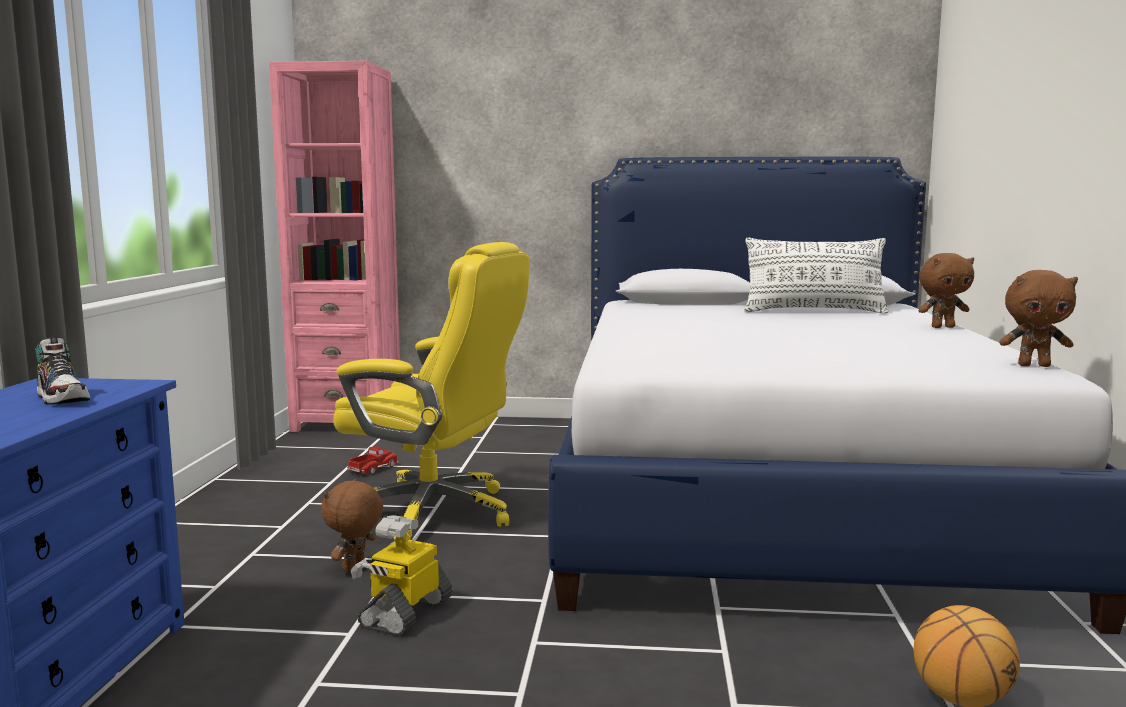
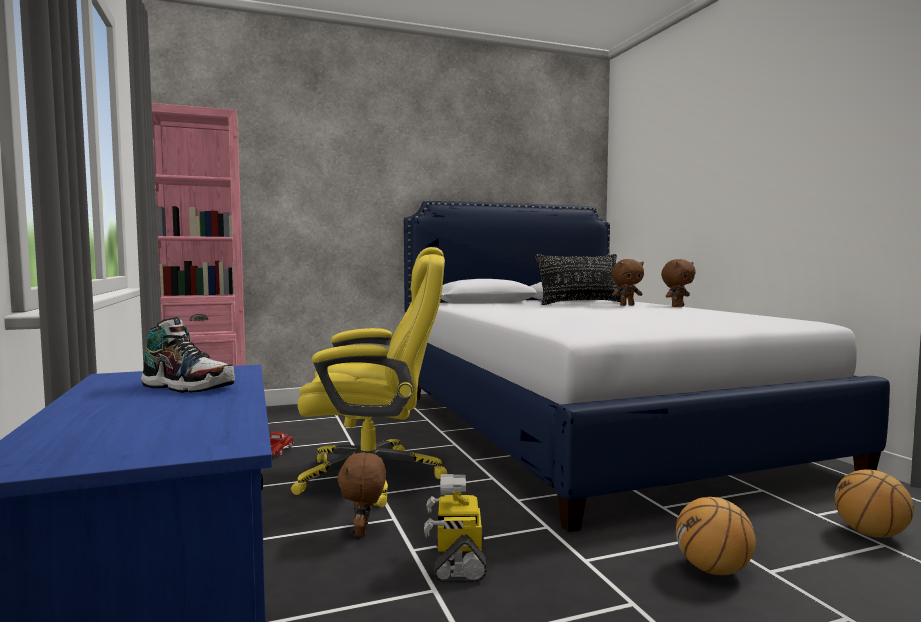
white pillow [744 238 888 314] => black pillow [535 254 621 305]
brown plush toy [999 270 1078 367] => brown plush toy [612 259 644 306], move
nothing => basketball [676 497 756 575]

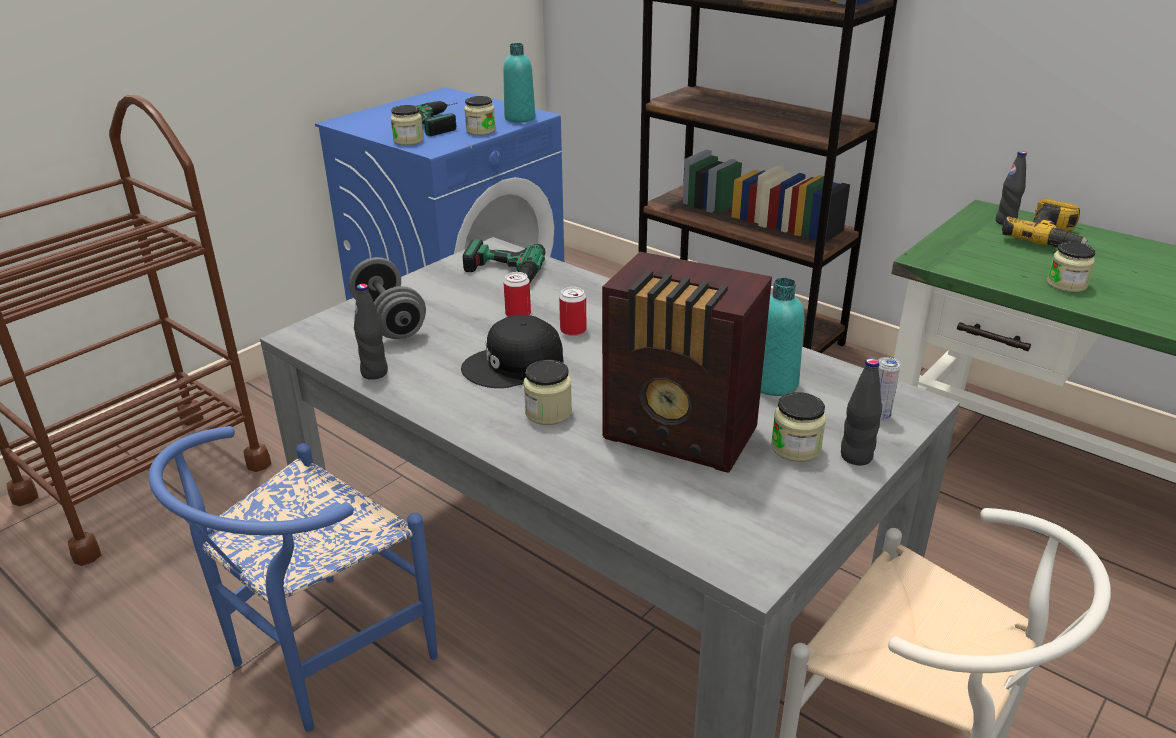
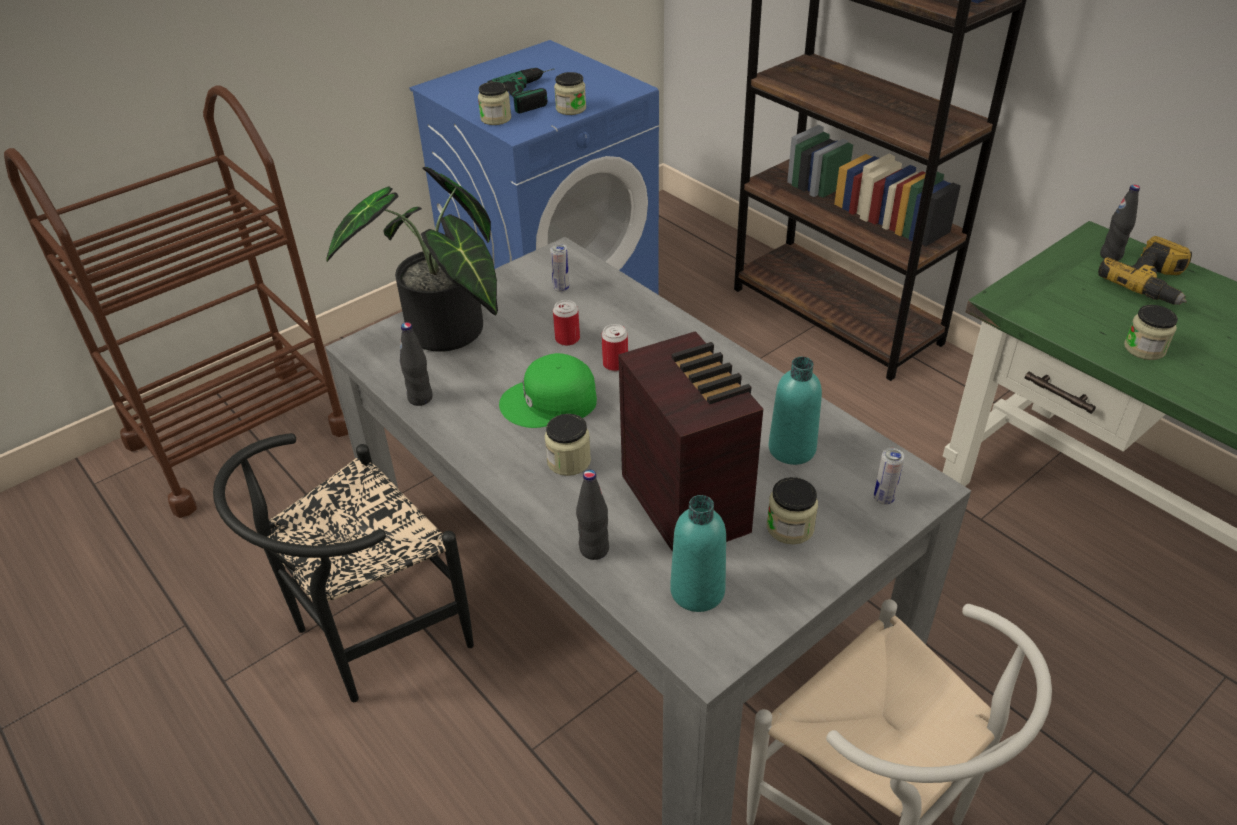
blue chair [149 426 437 732] => black chair [213 433 474 702]
grey dumbbell [349 257 426 339] => potted plant [326 167 498 352]
black cap [461 315 564 388] => green cap [499 353 597 428]
power drill [462 239 545 282] => can [550 244 569 292]
black bottle [841 358 882 466] => black bottle [576 470 609 560], move
radio [602 252 772 473] => radio [618 331 763 552], 150 degrees counterclockwise
turquoise bottle [503 43 535 123] => turquoise bottle [670 495 726 612], move

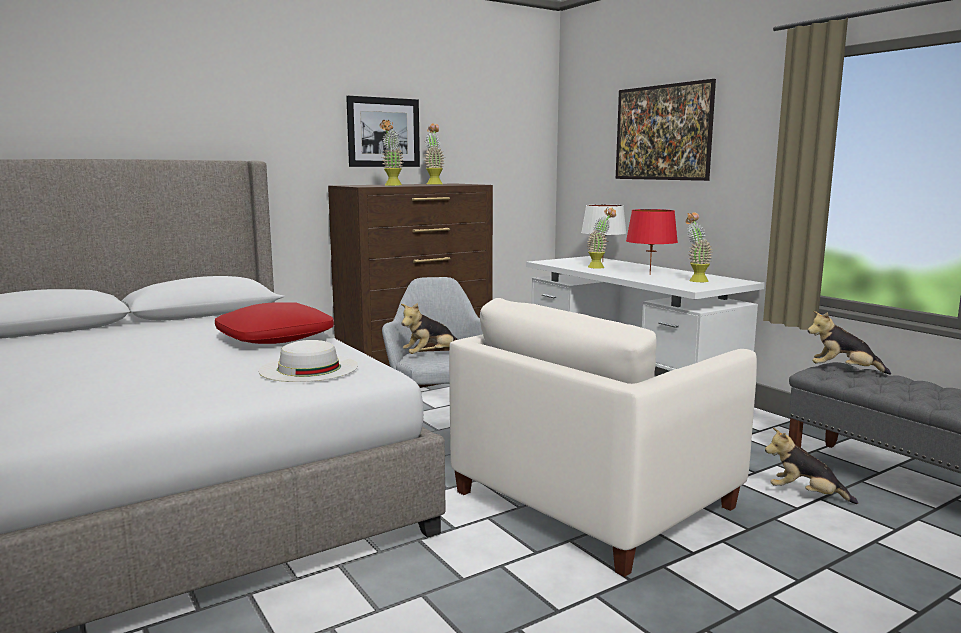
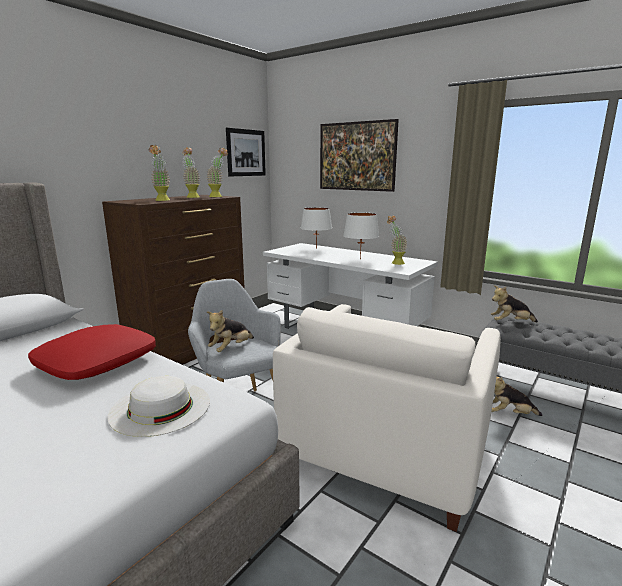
potted plant [587 207 616 269] => potted plant [206 148 228 197], move
picture [346 96 420 167] => picture [226 128 266 176], move
red table lamp [626 209 678 274] => white table lamp [343 212 379 259]

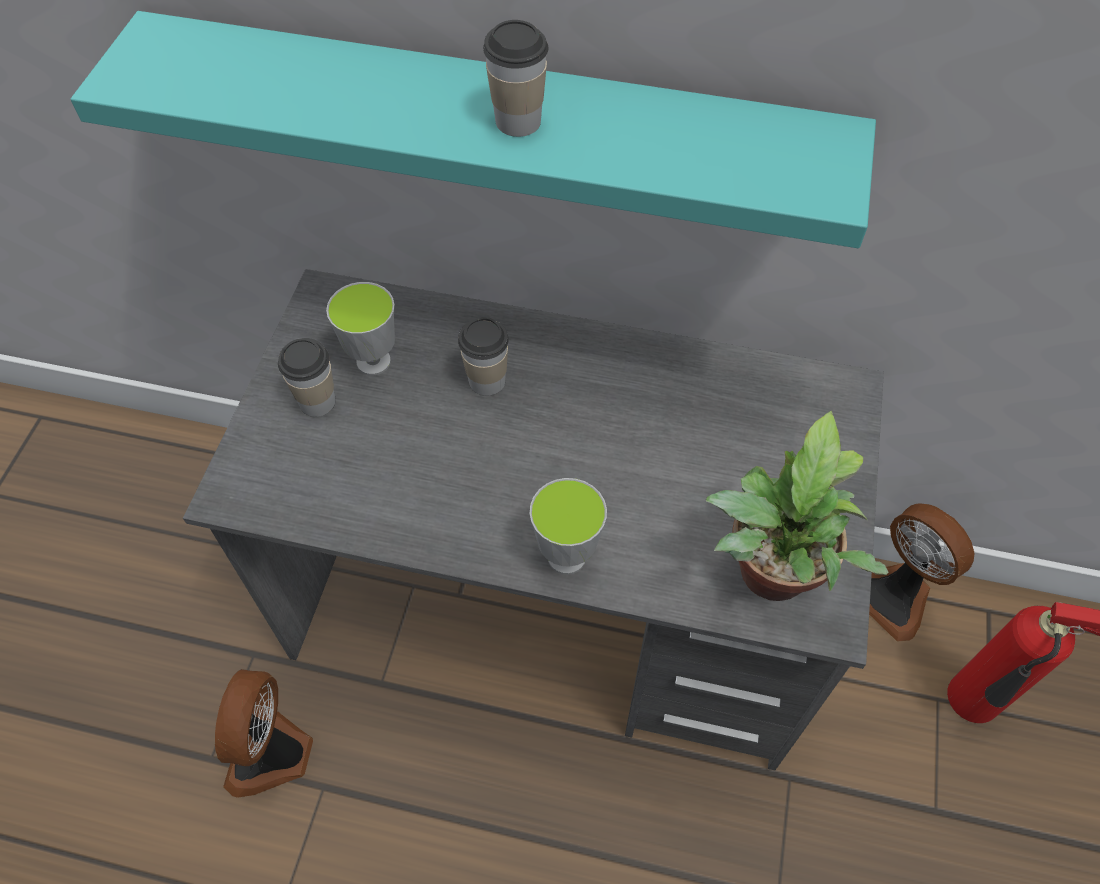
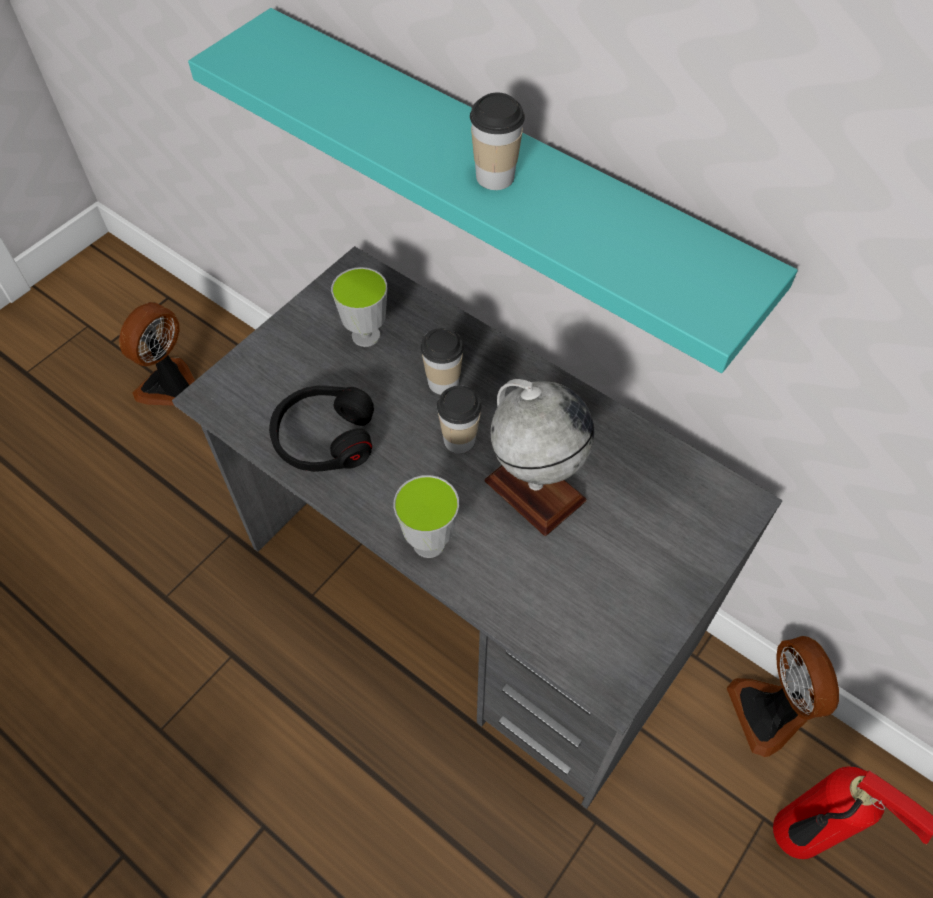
fan [215 669 313 798] => fan [119 302 195 406], move
nothing => black headphones [269 385 374 472]
cup [278 338 336 417] => cup [437 385 482 454], move
nothing => globe [485 379 594 536]
potted plant [706 411 889 601] => nothing

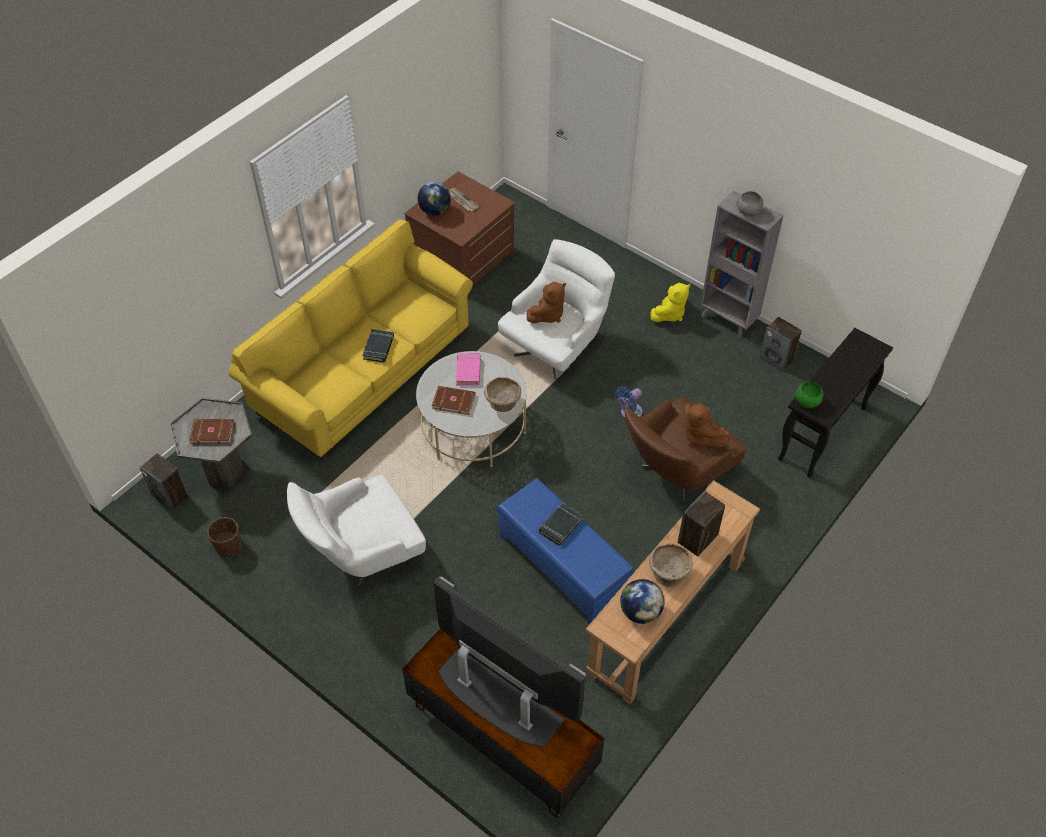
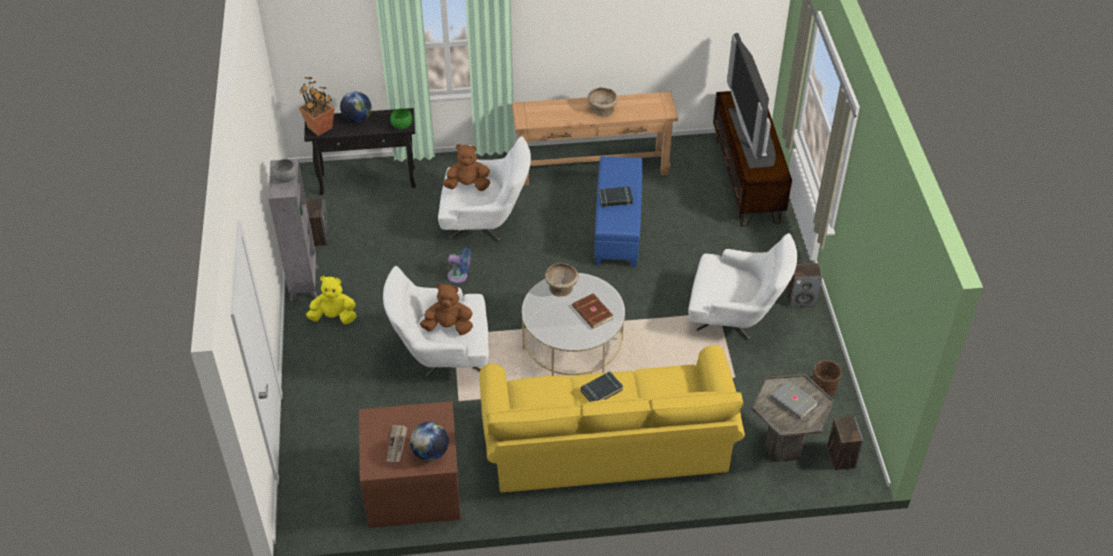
nothing => potted plant [299 77 335 136]
globe [620 579 665 624] => globe [340 91 371 123], move
brown armchair [624 396 746 503] => white armchair [438 136 531 241]
brown plush toy [684 402 729 447] => brown plush toy [443 144 490 191], 105 degrees counterclockwise
brown book [189 419 234 444] => grey book [770 381 818 419]
speaker [678 491 725 556] => speaker [786 263 822 307], move
pink book [456 353 481 385] => nothing

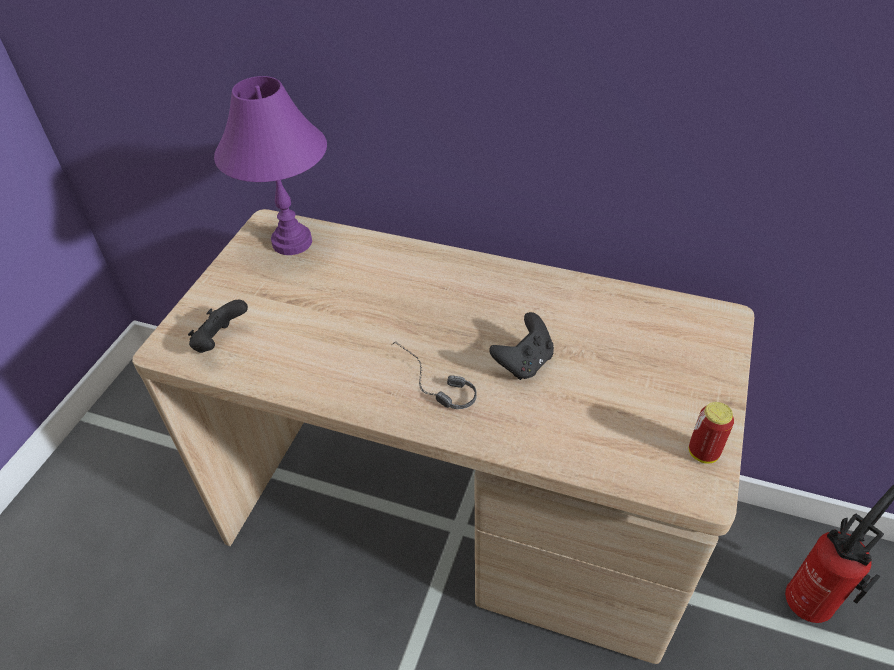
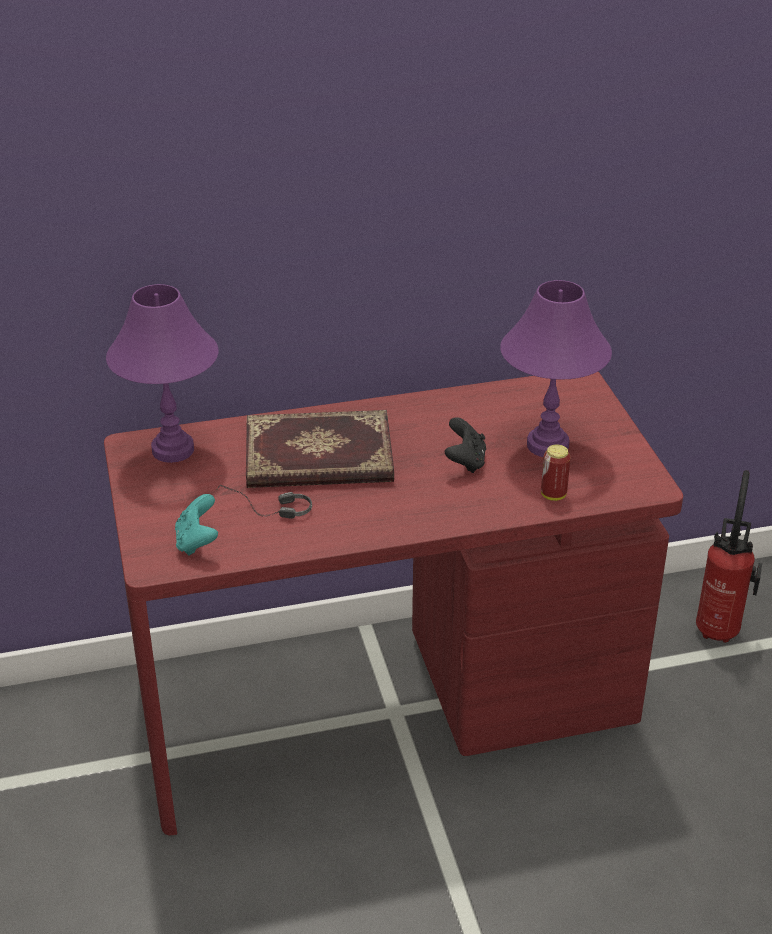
beige desk [132 209 754 664] => red desk [104 372 683 835]
black game controller [188 300 248 353] => turquoise game controller [175 494 218 556]
headphones [391 342 477 409] => headphones [217 485 312 519], move
nothing => book [246 410 394 488]
nothing => purple table lamp [500 280 612 457]
can [689 402 734 464] => can [541 445 571 501], move

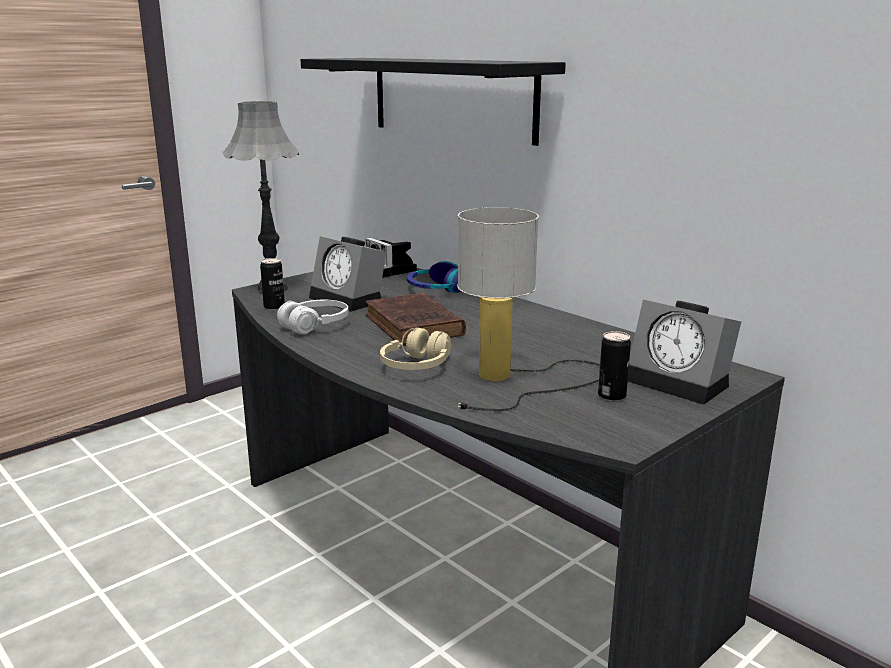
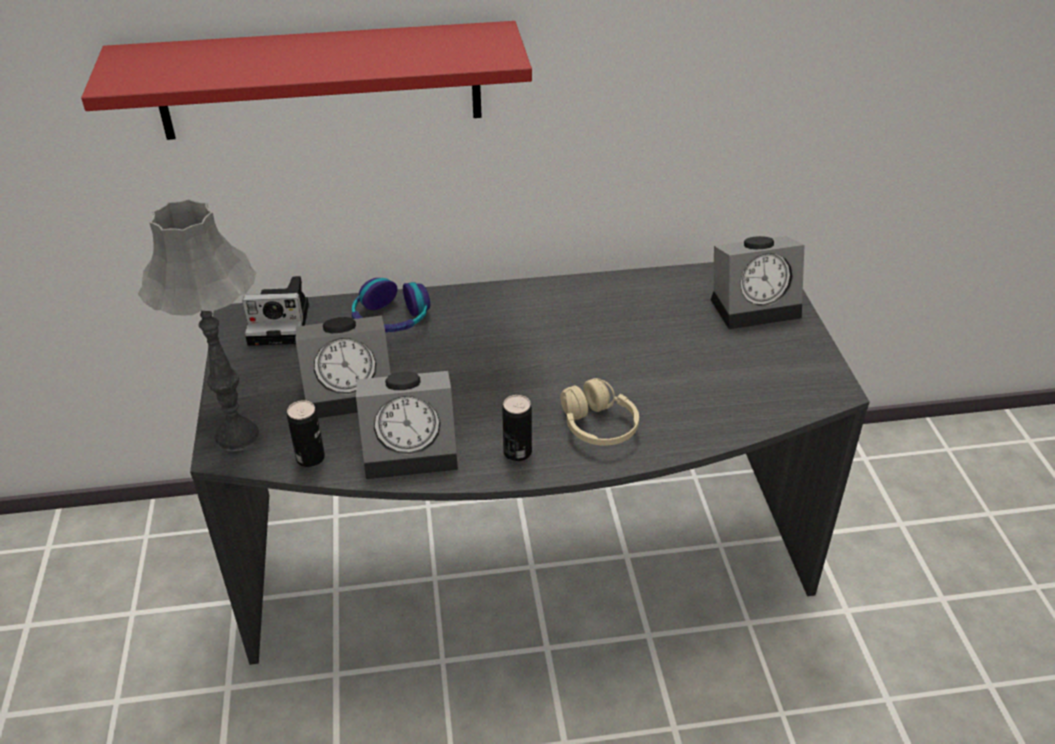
black shelf [301 58 566 146] => red shelf [81 21 532 140]
white headphones [277 300 349 334] => alarm clock [356 371 458 479]
can [598 331 631 401] => can [502 395 532 461], move
brown book [365 293 466 346] => nothing
table lamp [457 207 600 411] => nothing

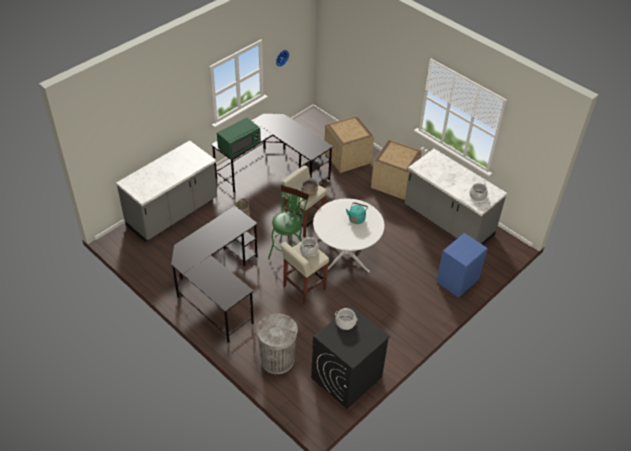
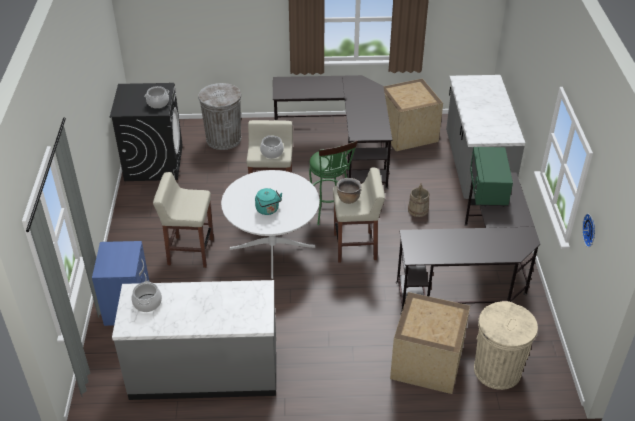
nothing => beige stool [153 172 214 268]
crate [371 139 422 200] => crate [383 78 443 151], move
nothing => beige trash can [474 301 538 390]

